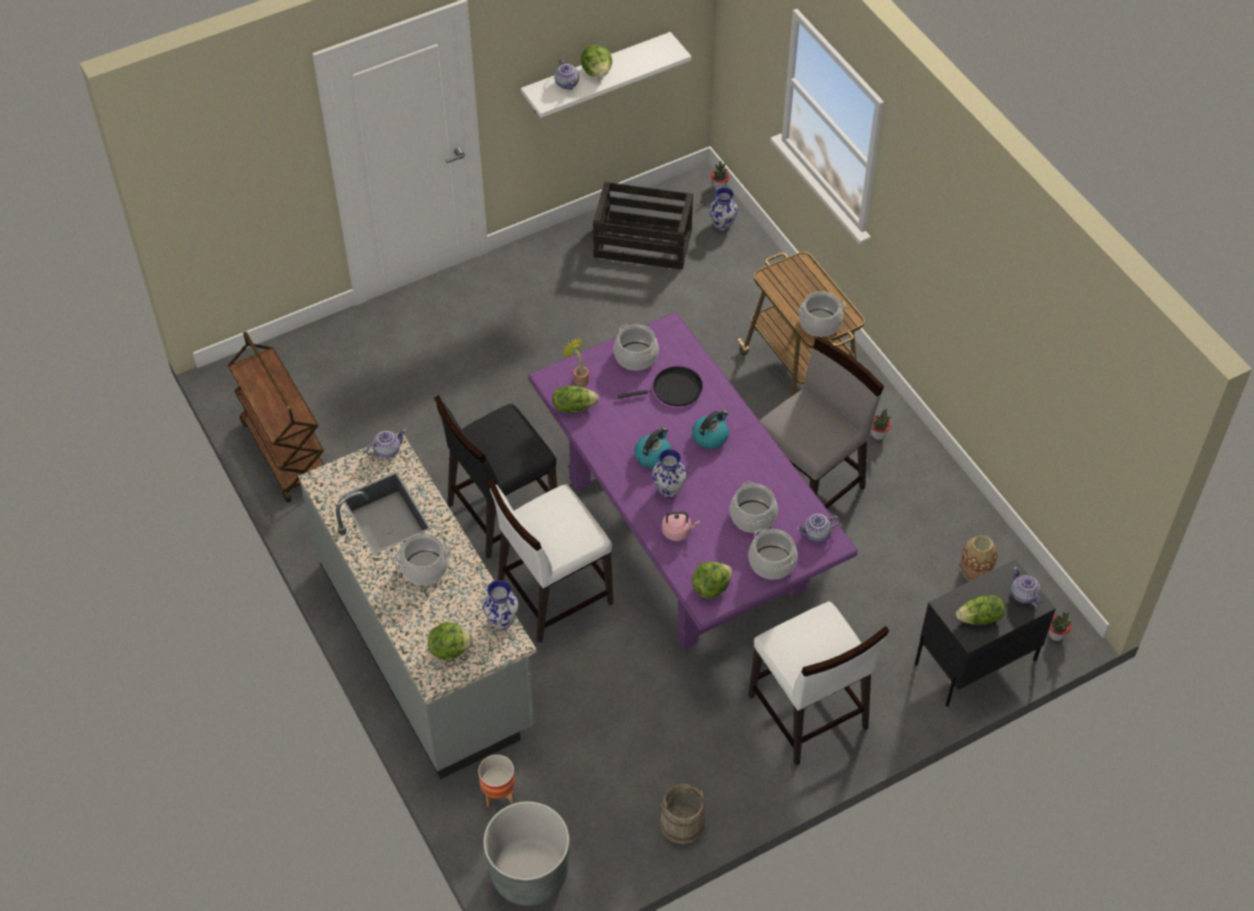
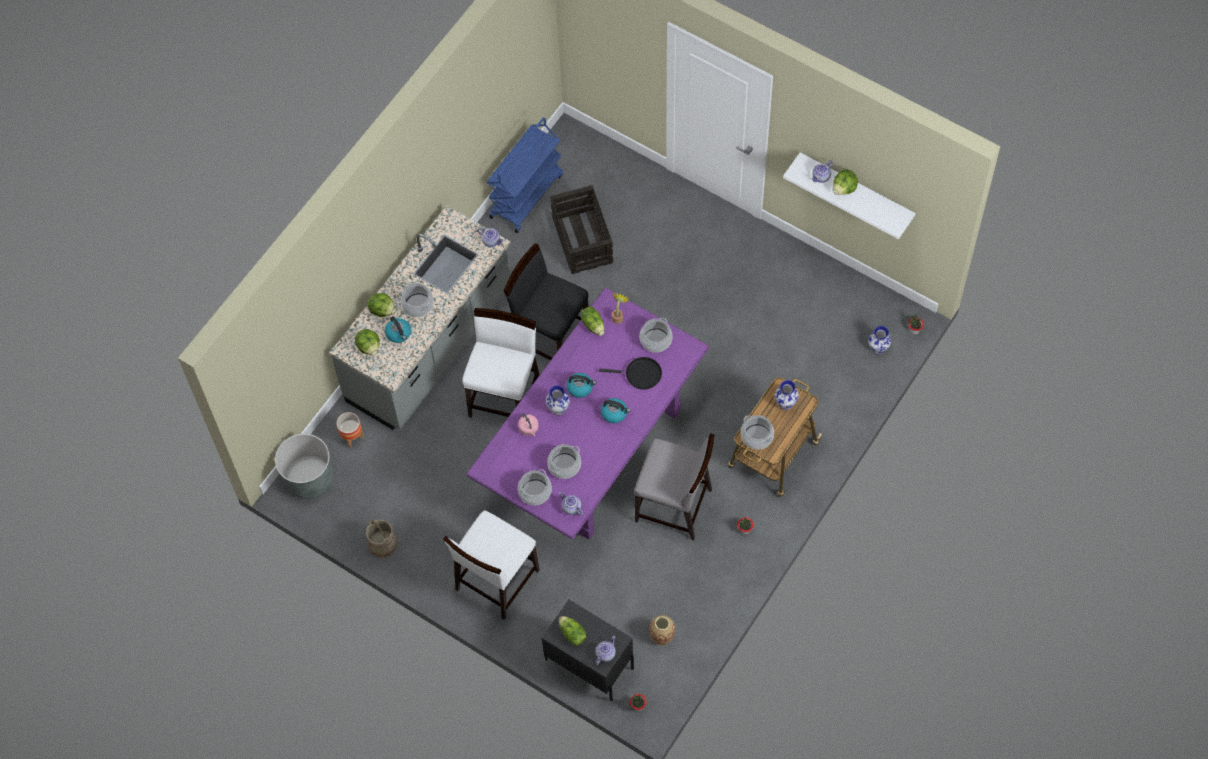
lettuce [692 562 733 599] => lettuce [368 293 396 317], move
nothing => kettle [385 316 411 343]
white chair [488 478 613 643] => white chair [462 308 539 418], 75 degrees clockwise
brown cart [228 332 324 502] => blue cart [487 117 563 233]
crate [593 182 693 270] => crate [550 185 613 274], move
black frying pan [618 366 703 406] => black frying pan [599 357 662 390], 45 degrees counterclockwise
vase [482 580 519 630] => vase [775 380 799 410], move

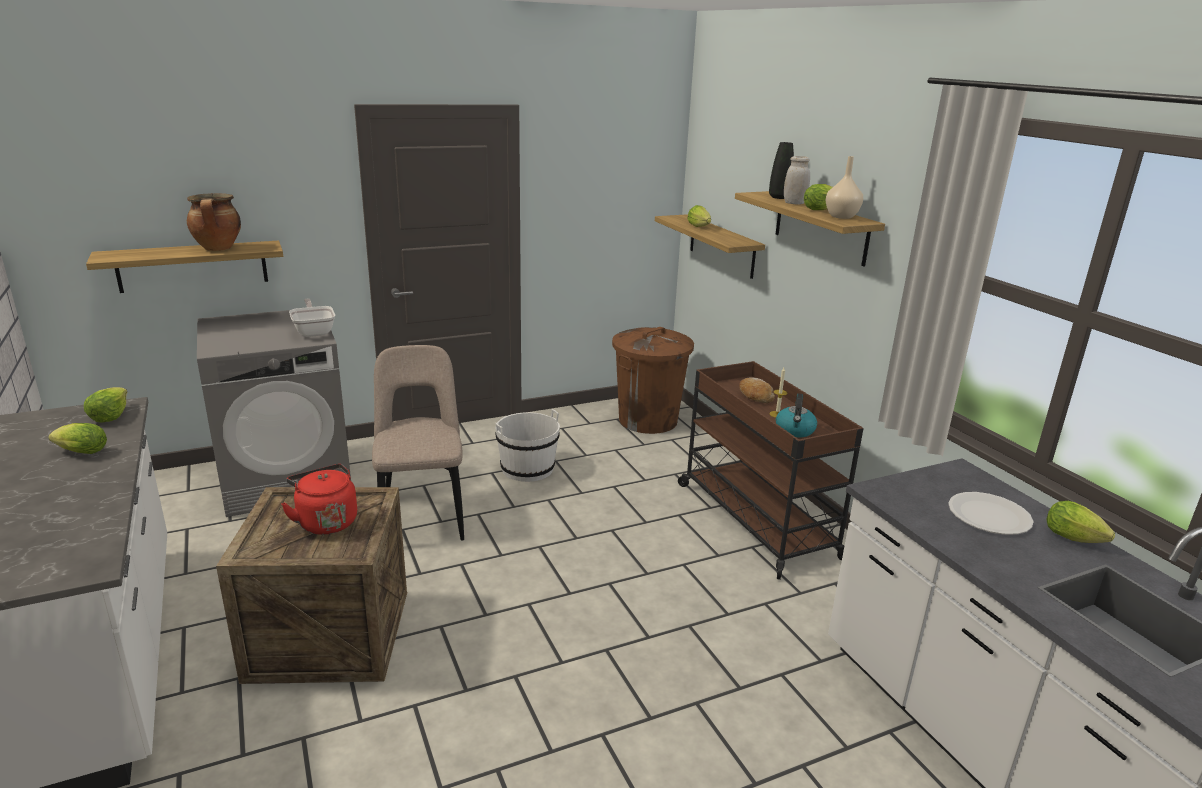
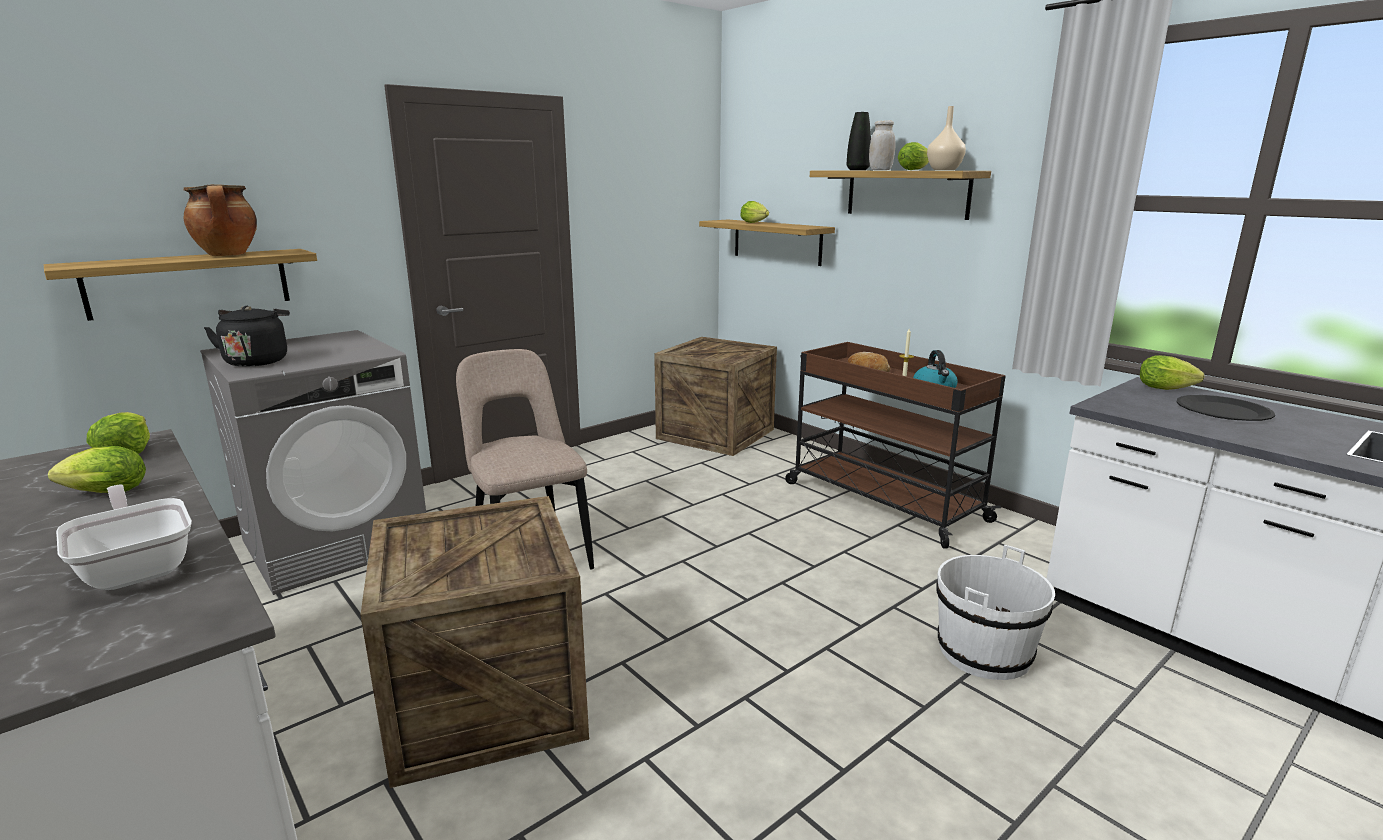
frying pan [289 299 335 337] => frying pan [56 484 192 590], move
nothing => black kettle [204 306 290 367]
brown trash can [612 327 694 434] => crate [654 337 777 456]
white bucket [495 409 560 482] => white bucket [936 545 1055 680], move
lettuce [1046 501 1115 543] => lettuce [1140 355 1204 390], move
white plate [948 492 1034 535] => black plate [1176 395 1275 421]
red kettle [281 464 357 535] => nothing

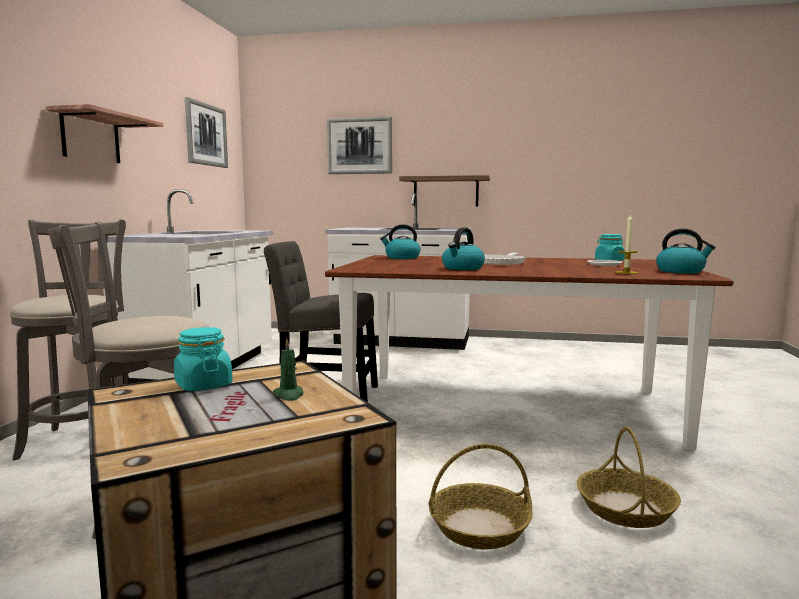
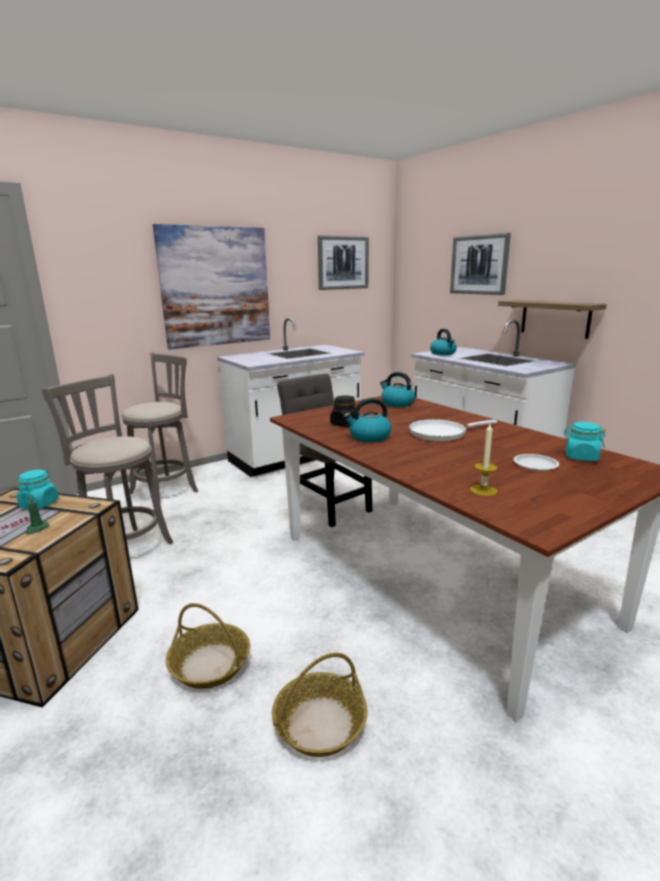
shelf [45 104 164 163] => picture [153 224 270 349]
nothing => black jar [330 396 359 427]
kettle [656 228 715 273] => kettle [430 329 457 355], move

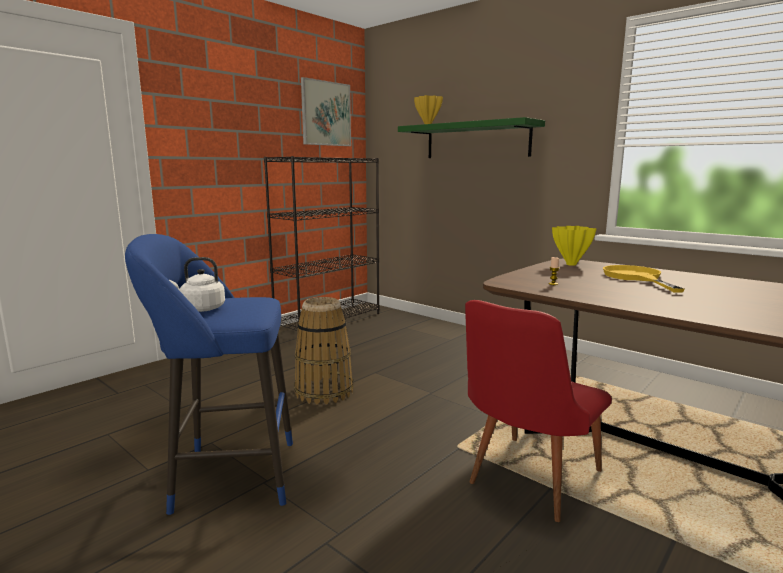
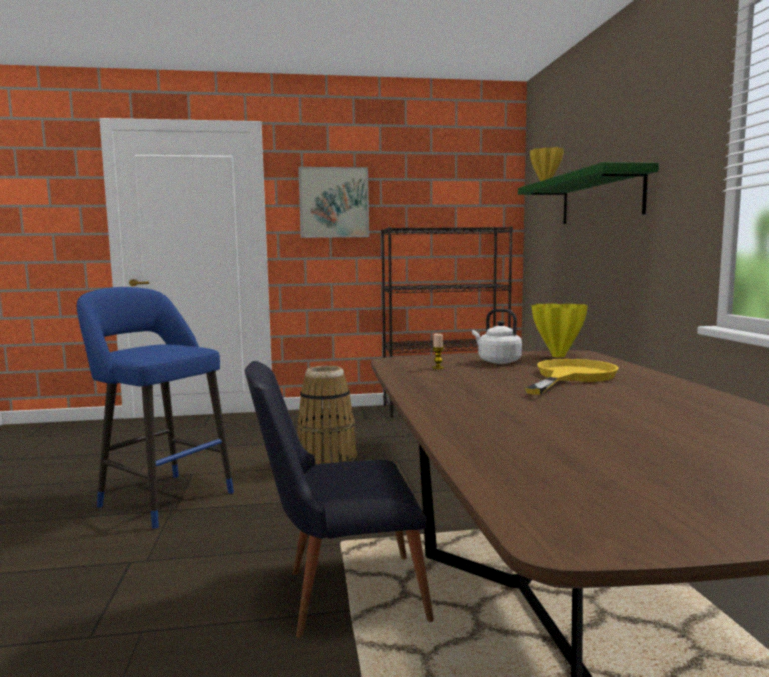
red chair [465 300 612 522] => black chair [245 361 434 638]
picture [301 77 351 146] => picture [298 167 369 238], move
white kettle [169 257 225 312] => white kettle [472 309 522 364], move

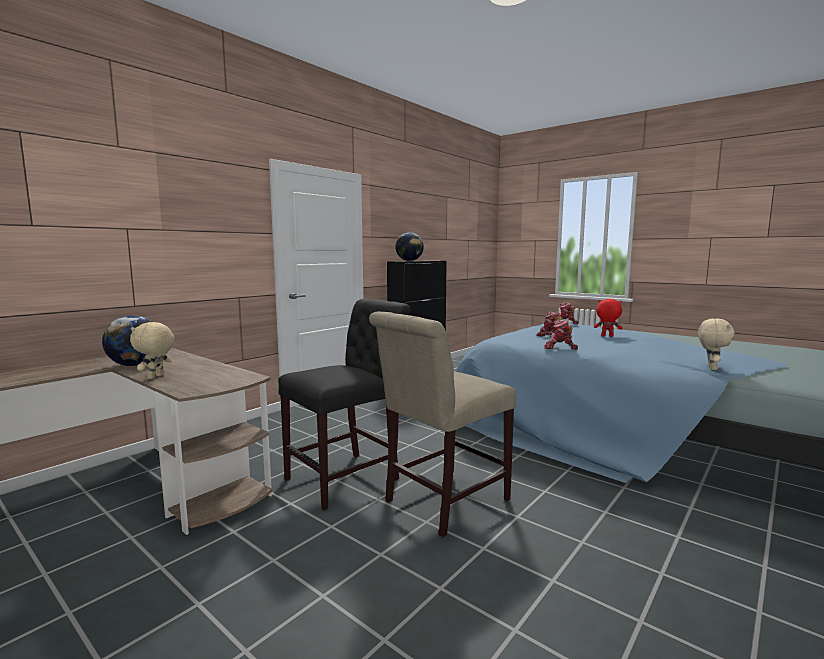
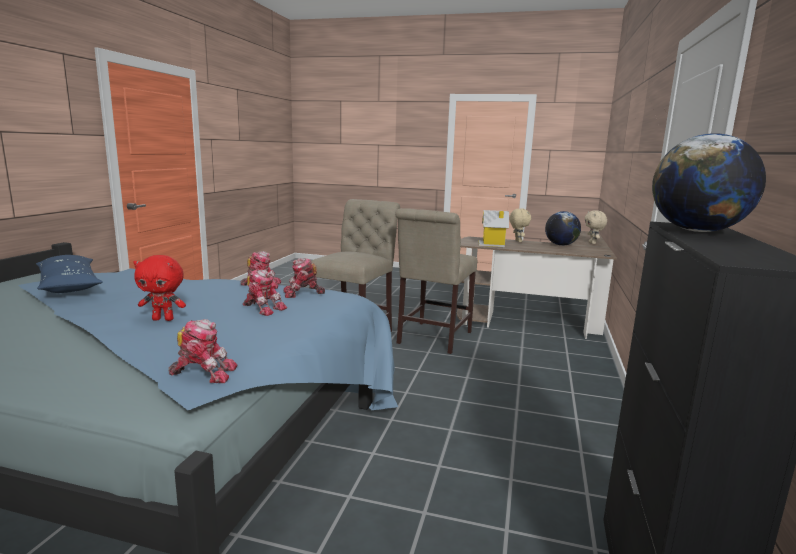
nothing => blue pillow [36 255 103 293]
nothing => toy robot [283 258 325 298]
black chair [278 298 411 510] => beige chair [395 208 477 354]
nothing => toy house [478 210 509 247]
beige plush toy [698 319 735 370] => beige plush toy [585 210 607 244], move

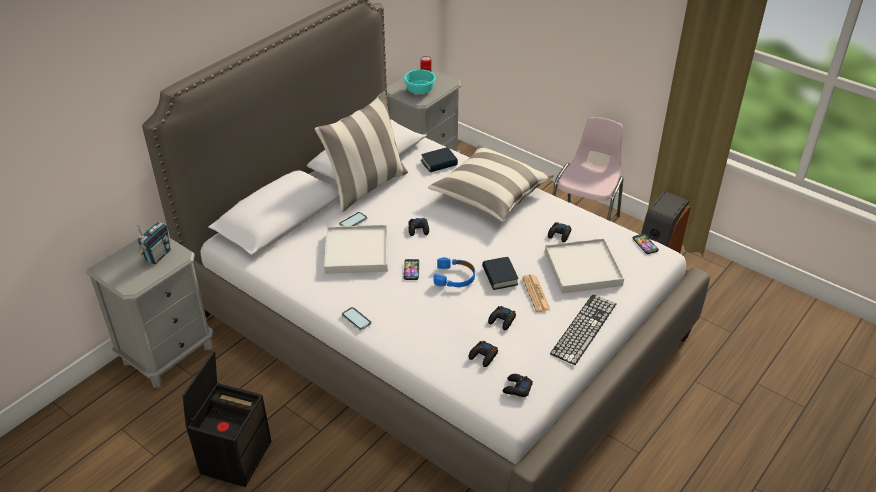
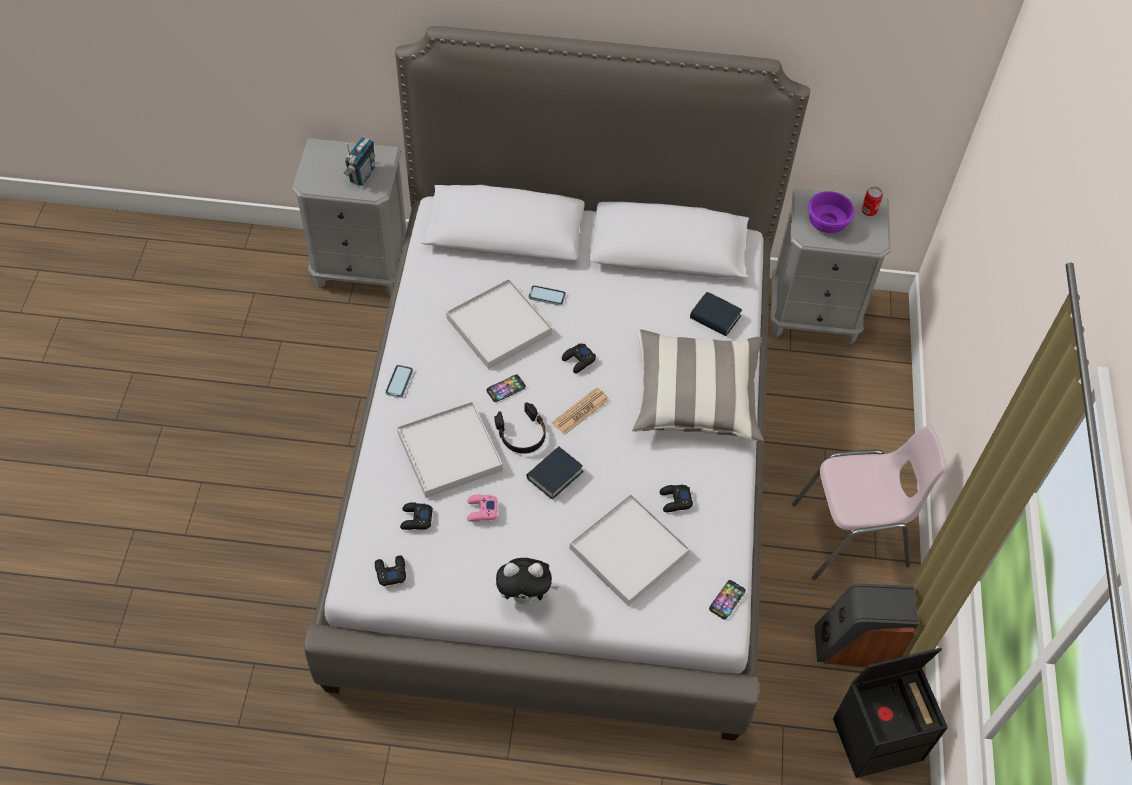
radio [136 222 171 264] => radio [343 137 375 186], 60 degrees counterclockwise
nothing => white tray [397 401 503 498]
black game controller [488 306 516 330] => pink game controller [467 494 498 522]
blue headphones [434 257 475 287] => black headphones [495 402 546 454]
keyboard [550 294 617 365] => plush toy [496 558 559 605]
newspaper [522 275 550 312] => newspaper [552 387 609 435], move
turquoise bowl [404 69 436 94] => purple bowl [808 191 855 233]
black storage box [182 350 271 487] => black storage box [833 648 948 778], move
pillow [315 91 408 212] => nothing

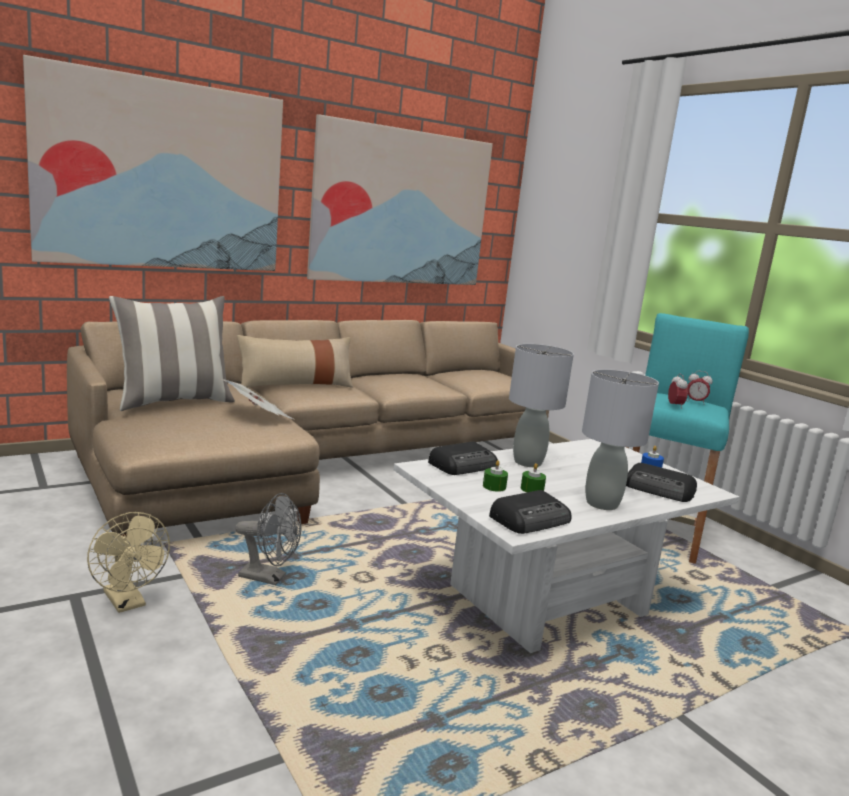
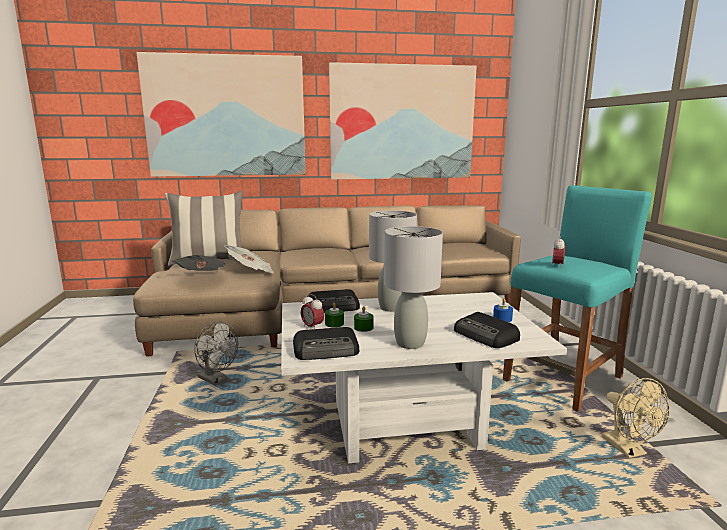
nothing => newspaper [172 255 226 271]
alarm clock [687 371 713 405] => alarm clock [301 294 324 329], move
beige fan [87 512 170 613] => beige fan [602 378 670 458], move
beige pillow [237 335 353 388] => nothing

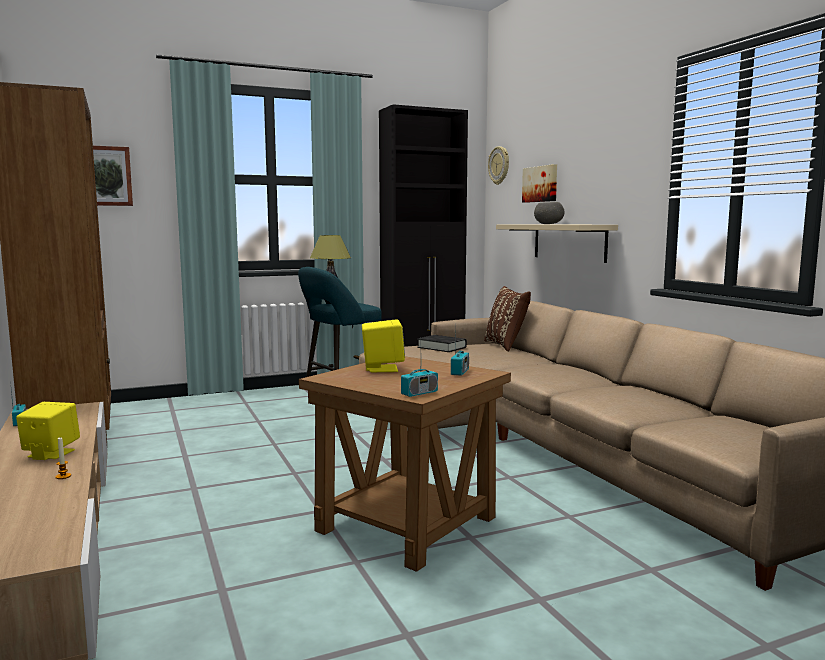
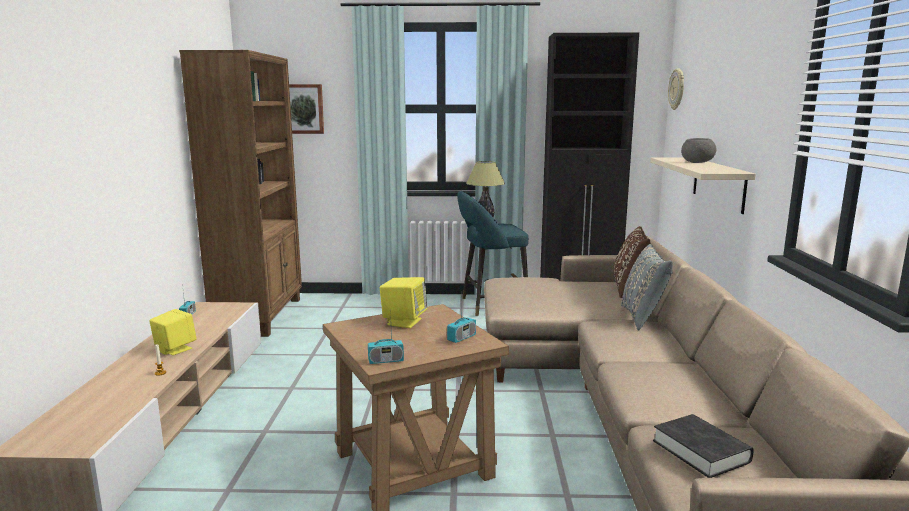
nothing => grey pillow [621 244 673 330]
black book [417 335 467 352] => black book [653 414 754 478], move
picture [522 164 557 203] => nothing

